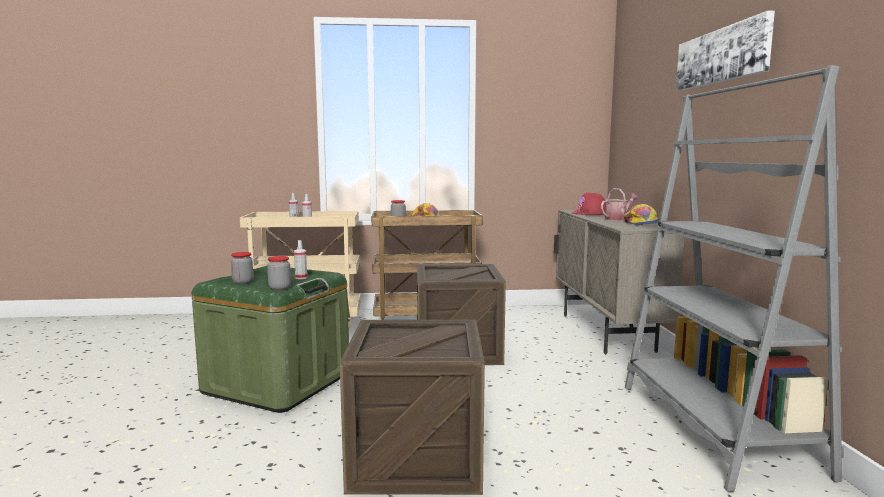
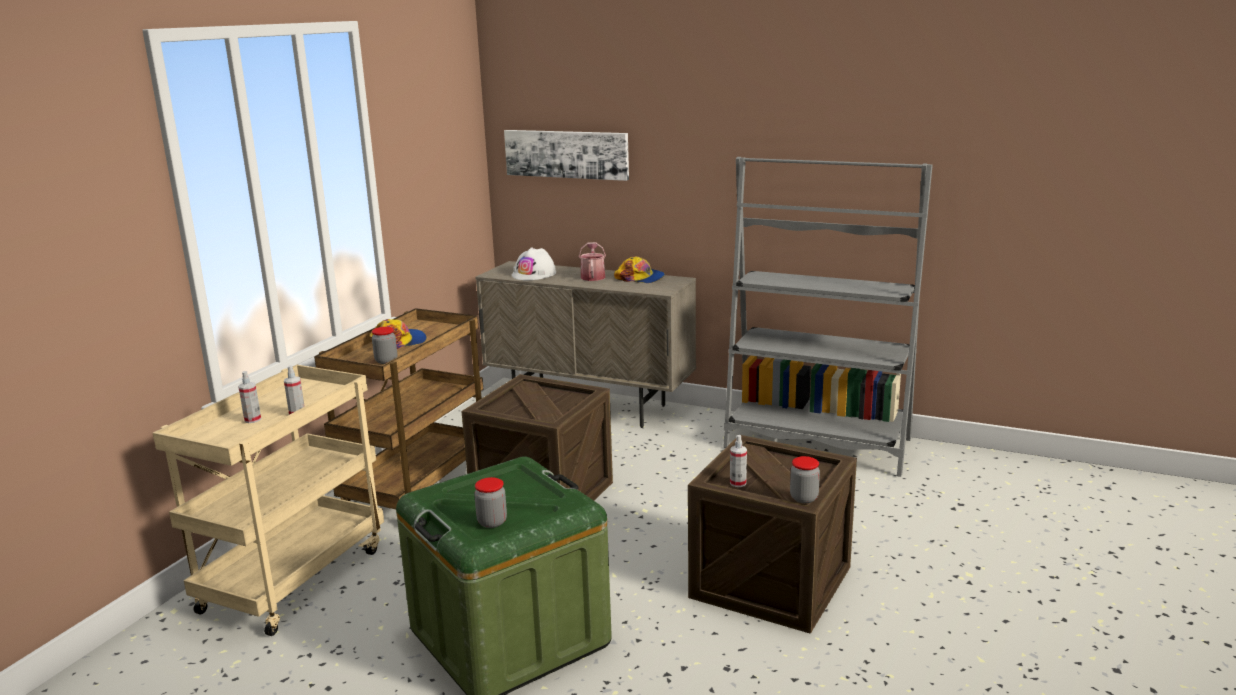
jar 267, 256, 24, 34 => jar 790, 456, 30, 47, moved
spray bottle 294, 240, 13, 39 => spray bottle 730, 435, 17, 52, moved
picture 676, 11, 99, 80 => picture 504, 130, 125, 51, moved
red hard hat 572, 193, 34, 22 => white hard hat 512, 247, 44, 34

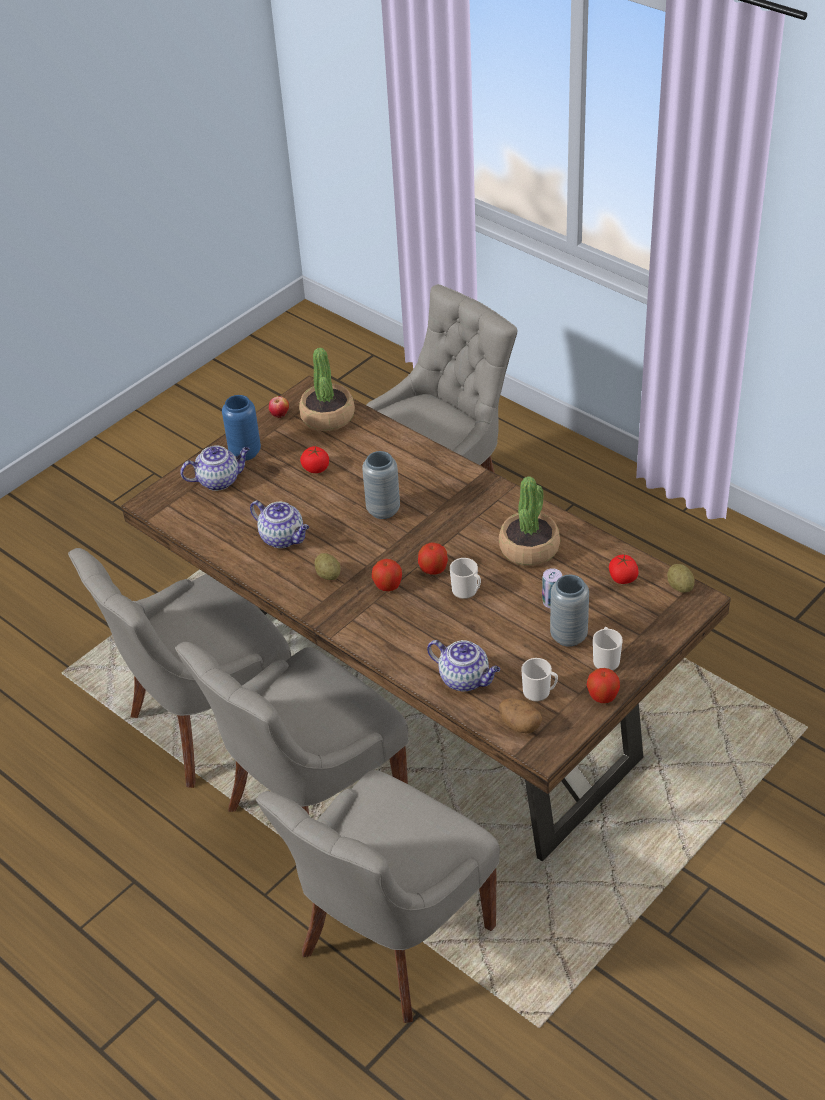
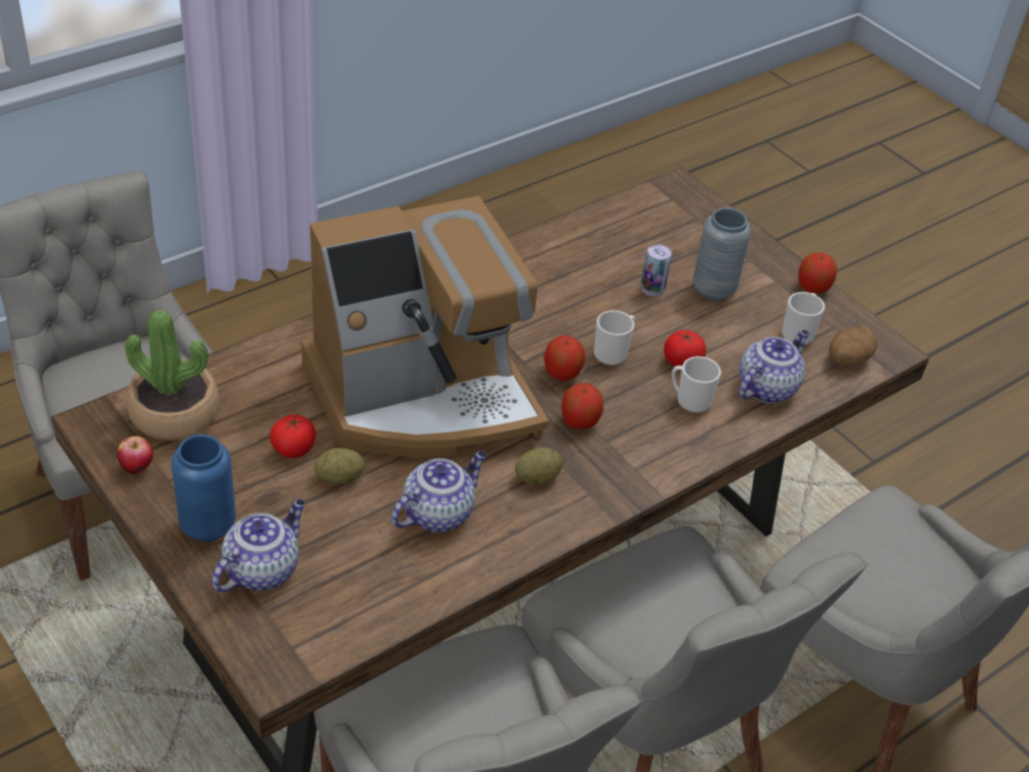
potted plant 499, 476, 61, 90 => nothing
mug 593, 627, 30, 44 => mug 672, 356, 49, 57, moved
tomato 609, 555, 29, 29 => tomato 664, 330, 42, 36, moved
potato 667, 564, 28, 29 => potato 314, 448, 51, 37, moved
grey vase 362, 451, 38, 68 => coffee machine 301, 196, 248, 262
teapot 180, 445, 70, 46 => teapot 212, 499, 94, 93, 45 degrees clockwise

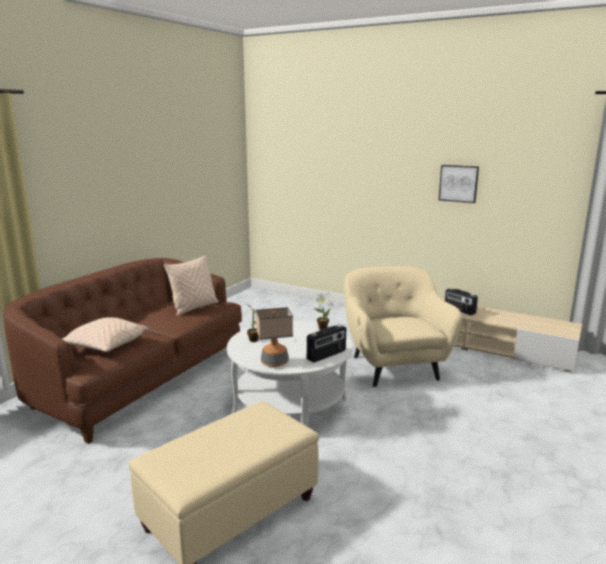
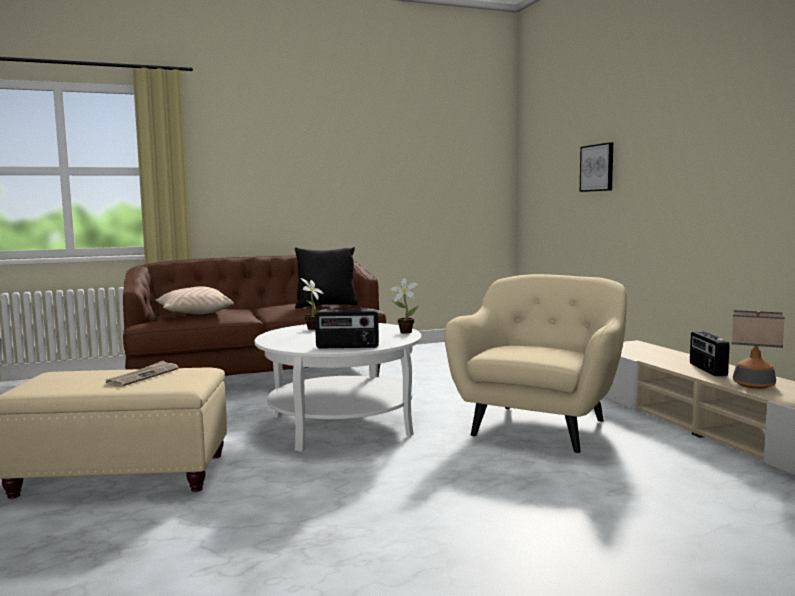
nothing => newspaper 106, 360, 73, 27
table lamp 256, 307, 37, 60 => table lamp 731, 310, 54, 79, moved
picture 439, 165, 40, 38 => picture 580, 142, 33, 50, moved
beige pillow 164, 255, 55, 62 => black pillow 295, 247, 63, 61

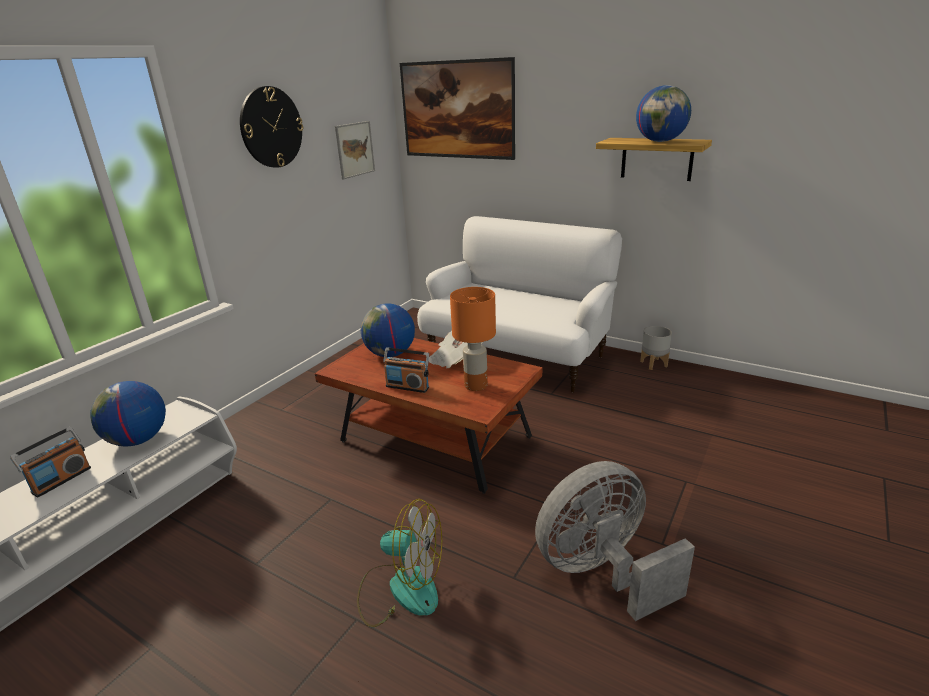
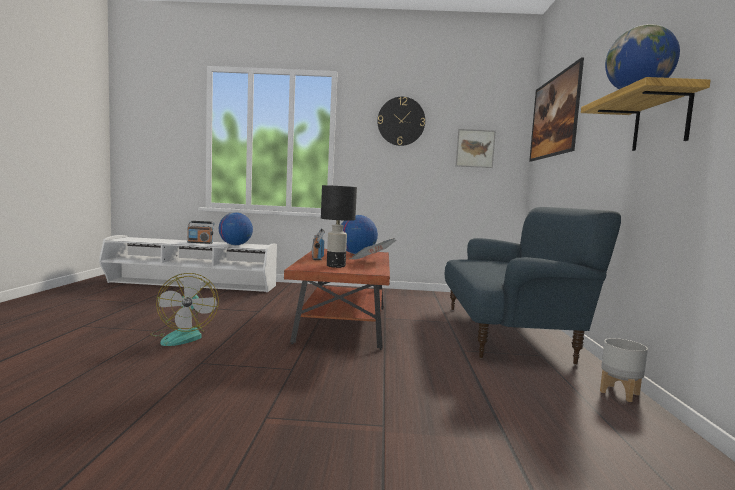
grey fan 535, 461, 160, 160 => nothing
white sofa 417, 216, 205, 176 => blue sofa 444, 207, 177, 158
orange table lamp 450, 287, 46, 104 => black table lamp 321, 185, 36, 83

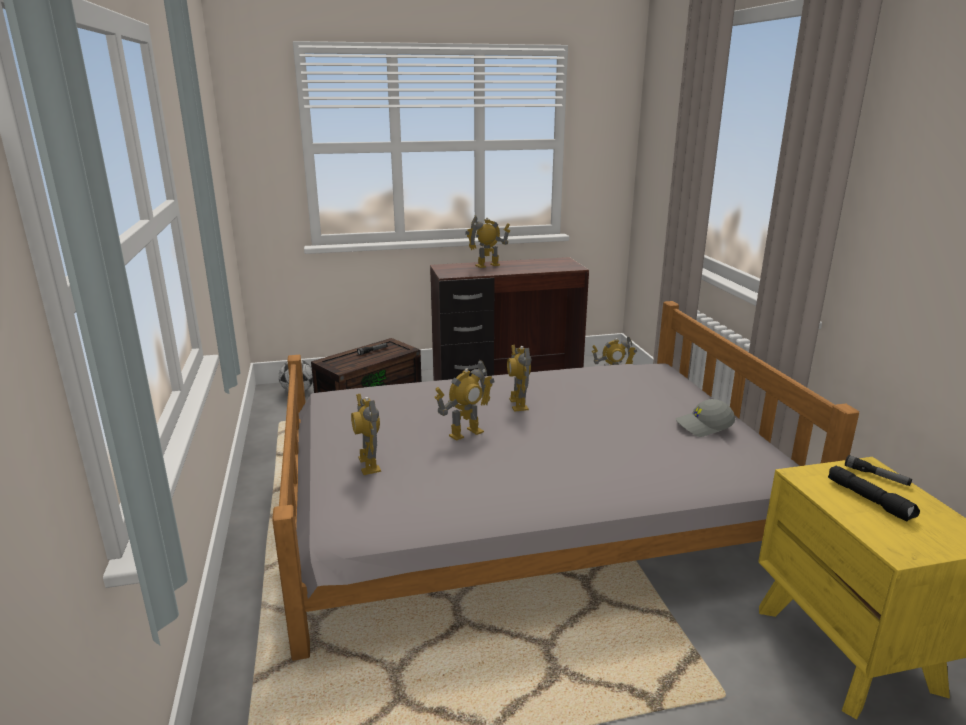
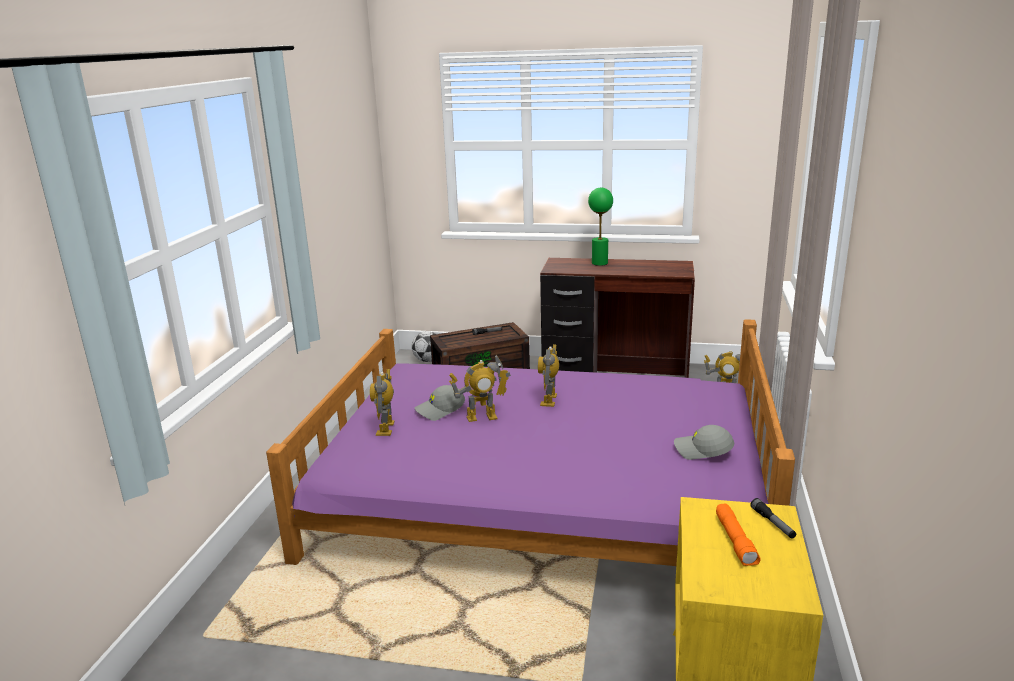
nothing => grey cap 415, 385, 50, 36
toy robot 465, 215, 46, 53 => green table lamp 588, 188, 25, 78
grey bed 272, 301, 587, 360 => purple bed 266, 319, 529, 247
black flashlight 828, 466, 92, 55 => orange flashlight 716, 504, 45, 62

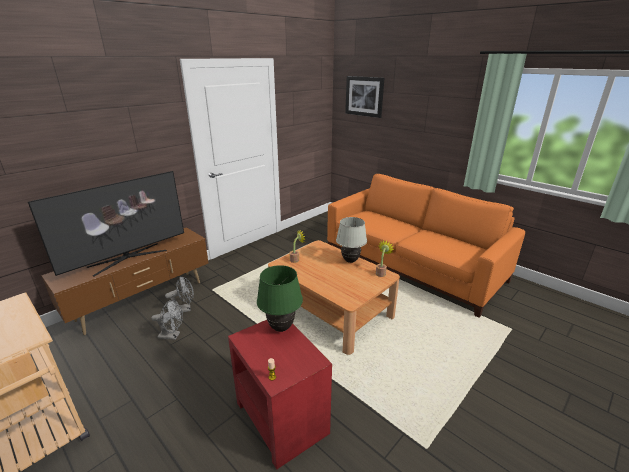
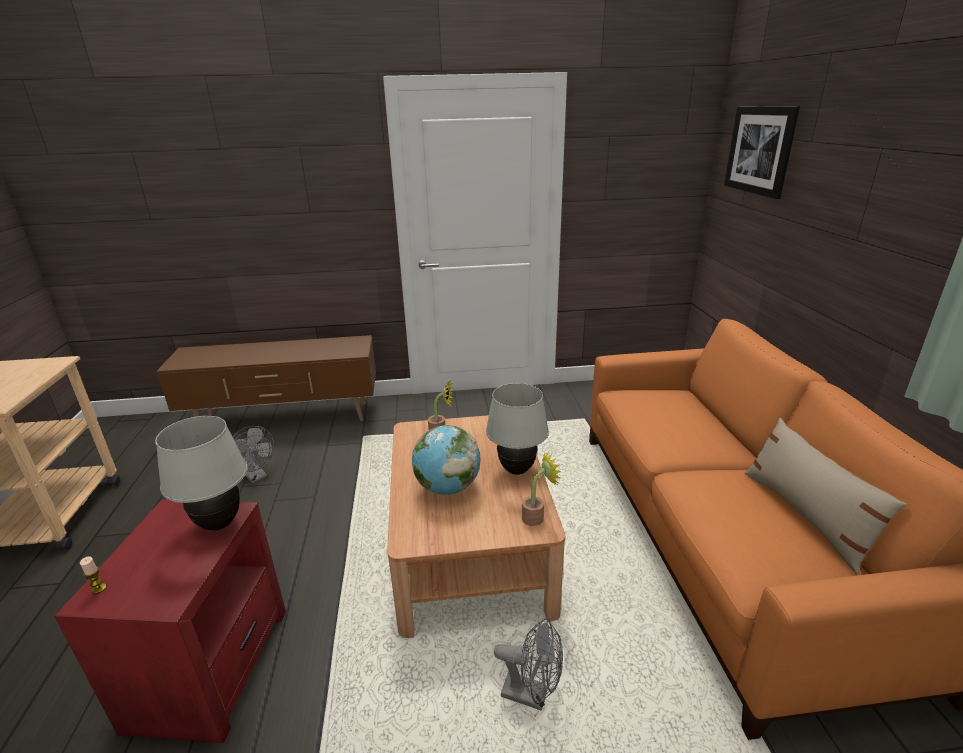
television 28, 171, 156, 106 => nothing
nothing => globe 412, 425, 68, 70
nothing => beige pillow 744, 418, 163, 156
grey fan 165, 276, 29, 37 => grey fan 494, 618, 69, 93, moved
green table lamp 257, 265, 46, 67 => white table lamp 155, 416, 93, 115

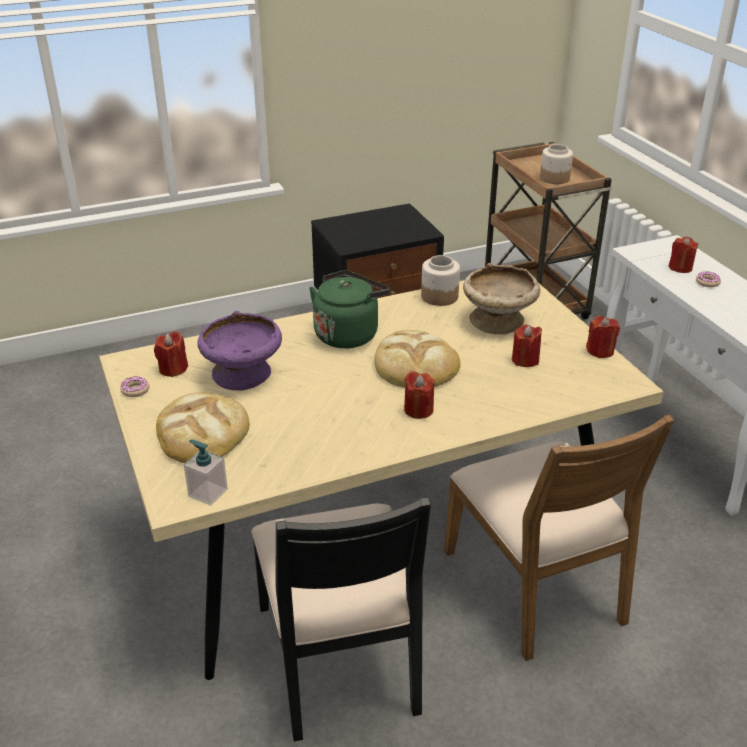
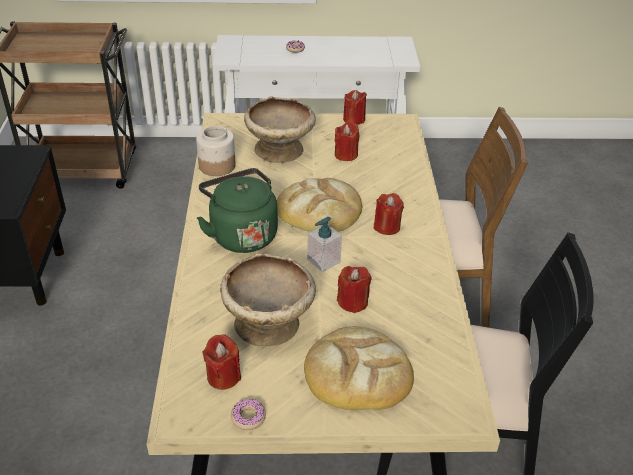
jar 540, 144, 33, 40 => nothing
soap dispenser 184, 439, 44, 67 => soap dispenser 307, 217, 35, 55, moved
red candle 669, 236, 30, 37 => red candle 337, 266, 34, 47, moved
purple bowl 197, 311, 85, 80 => beige bowl 220, 253, 96, 94

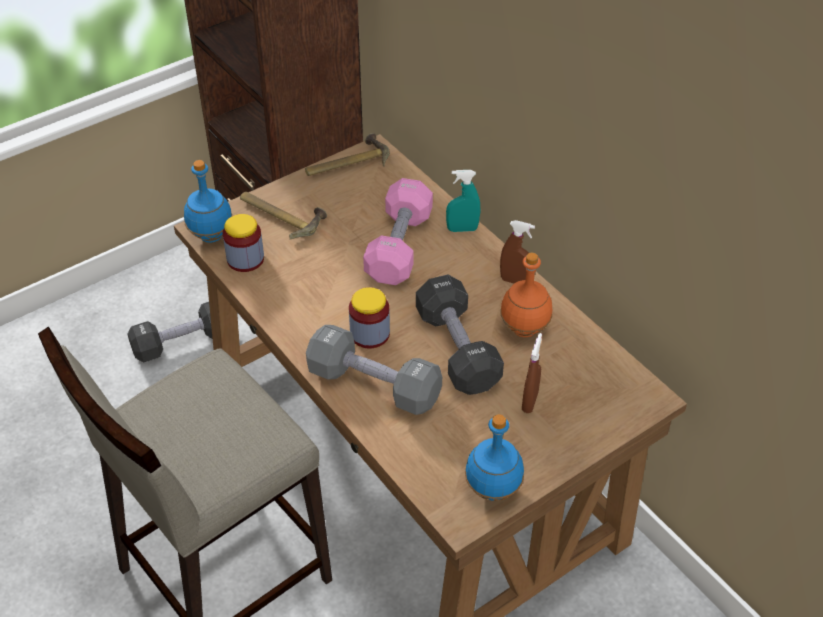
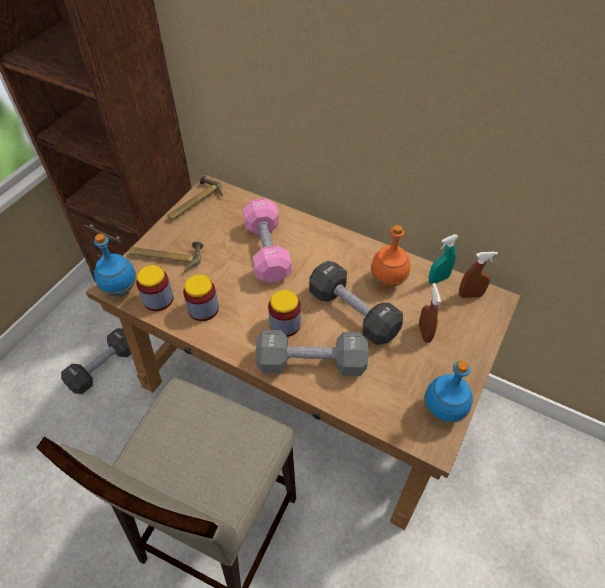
nothing => jar 183, 275, 36, 46
turquoise spray bottle 446, 170, 34, 62 => turquoise spray bottle 429, 234, 30, 50, moved
brown spray bottle 500, 220, 35, 63 => brown spray bottle 459, 252, 39, 46, moved

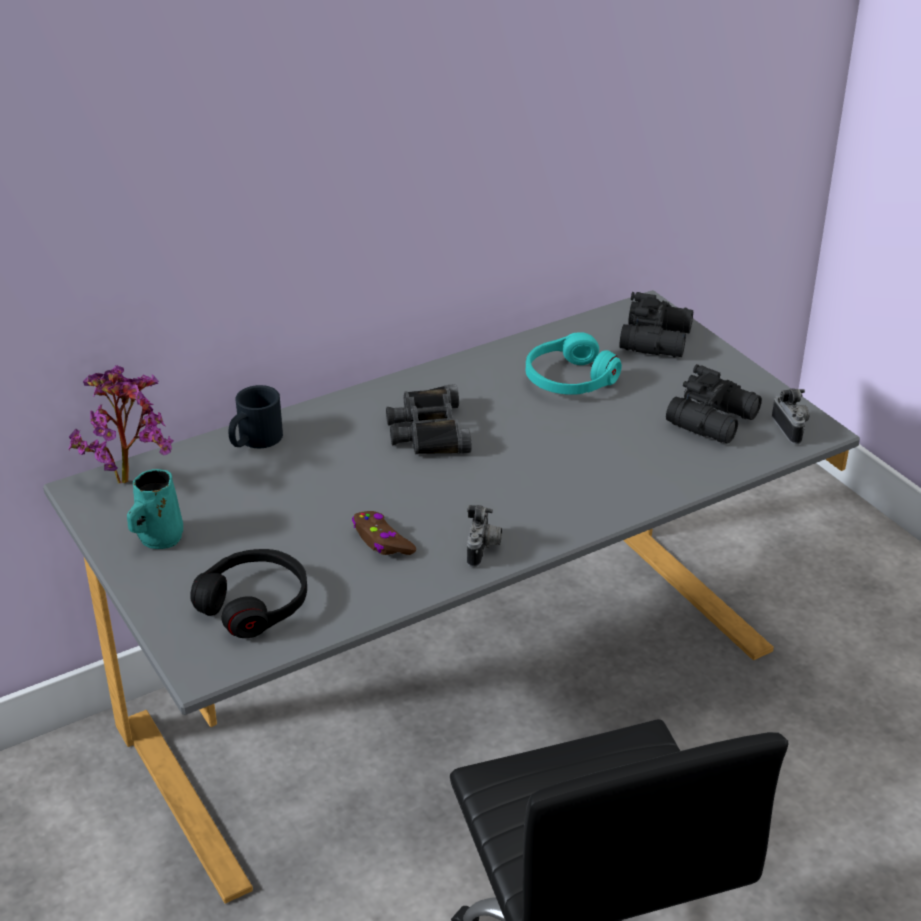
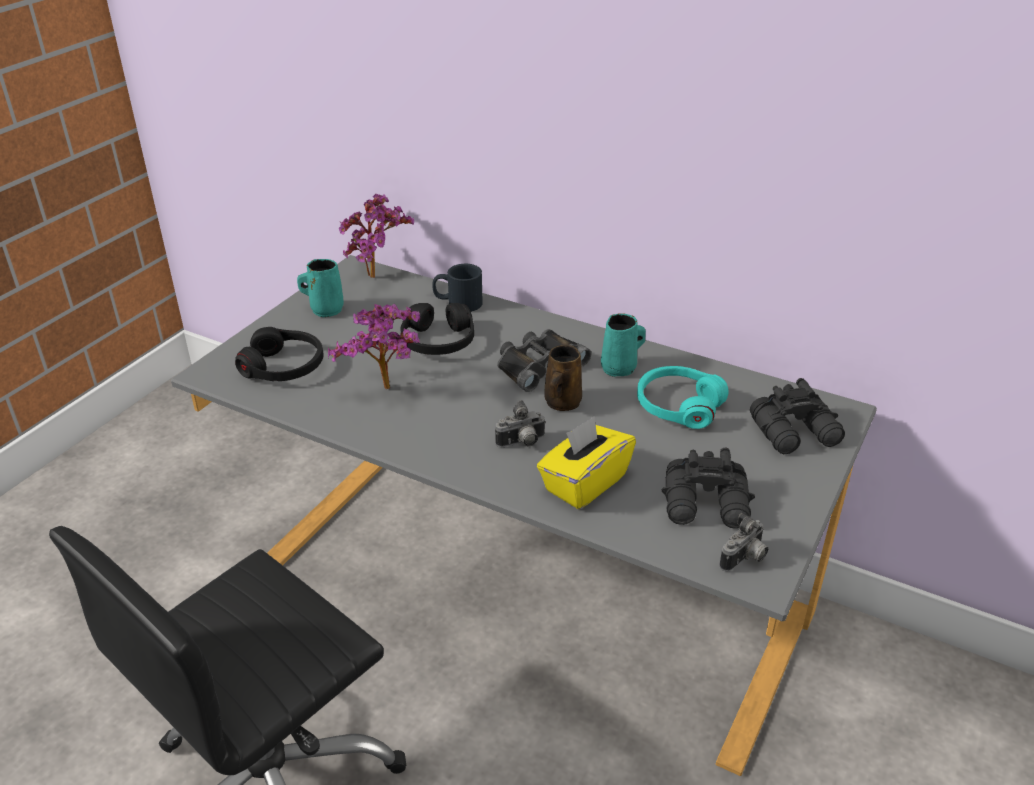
nothing => black headphones 400, 303, 74, 52
nothing => yellow tissue box 537, 416, 99, 93
nothing => brown mug 544, 345, 38, 66
nothing => turquoise mug 601, 313, 45, 64
photo camera 467, 505, 35, 62 => photo camera 495, 400, 51, 47, moved
brown game controller 352, 511, 64, 44 => potted plant 328, 304, 92, 85

